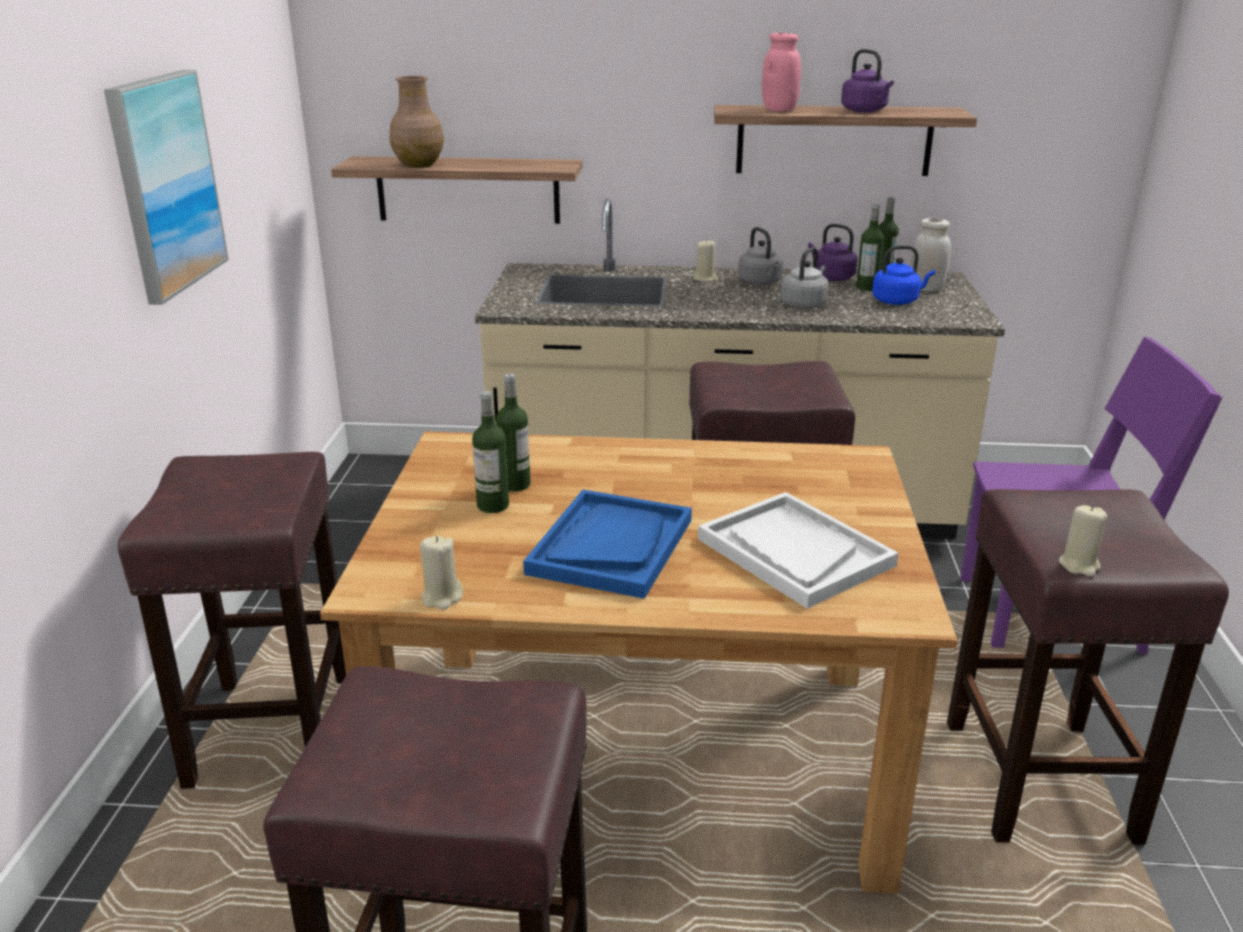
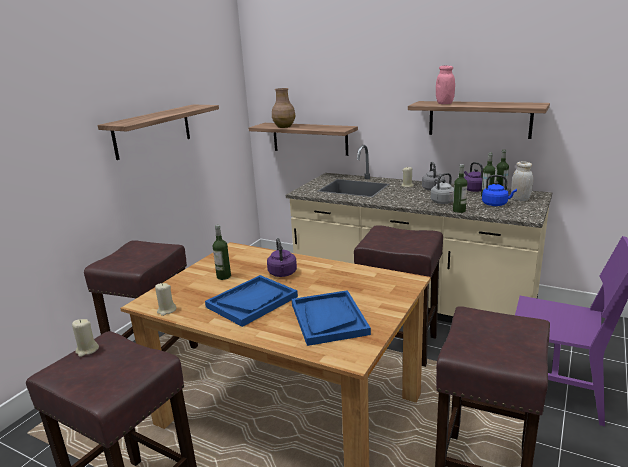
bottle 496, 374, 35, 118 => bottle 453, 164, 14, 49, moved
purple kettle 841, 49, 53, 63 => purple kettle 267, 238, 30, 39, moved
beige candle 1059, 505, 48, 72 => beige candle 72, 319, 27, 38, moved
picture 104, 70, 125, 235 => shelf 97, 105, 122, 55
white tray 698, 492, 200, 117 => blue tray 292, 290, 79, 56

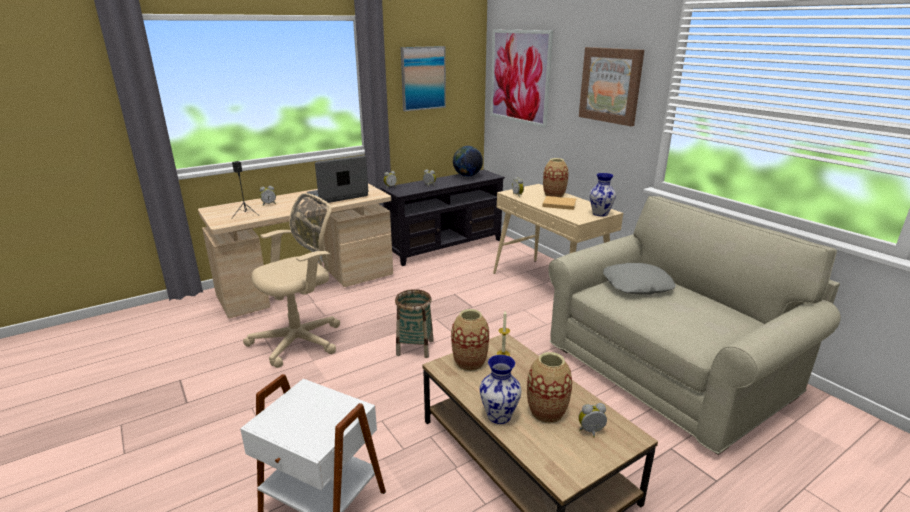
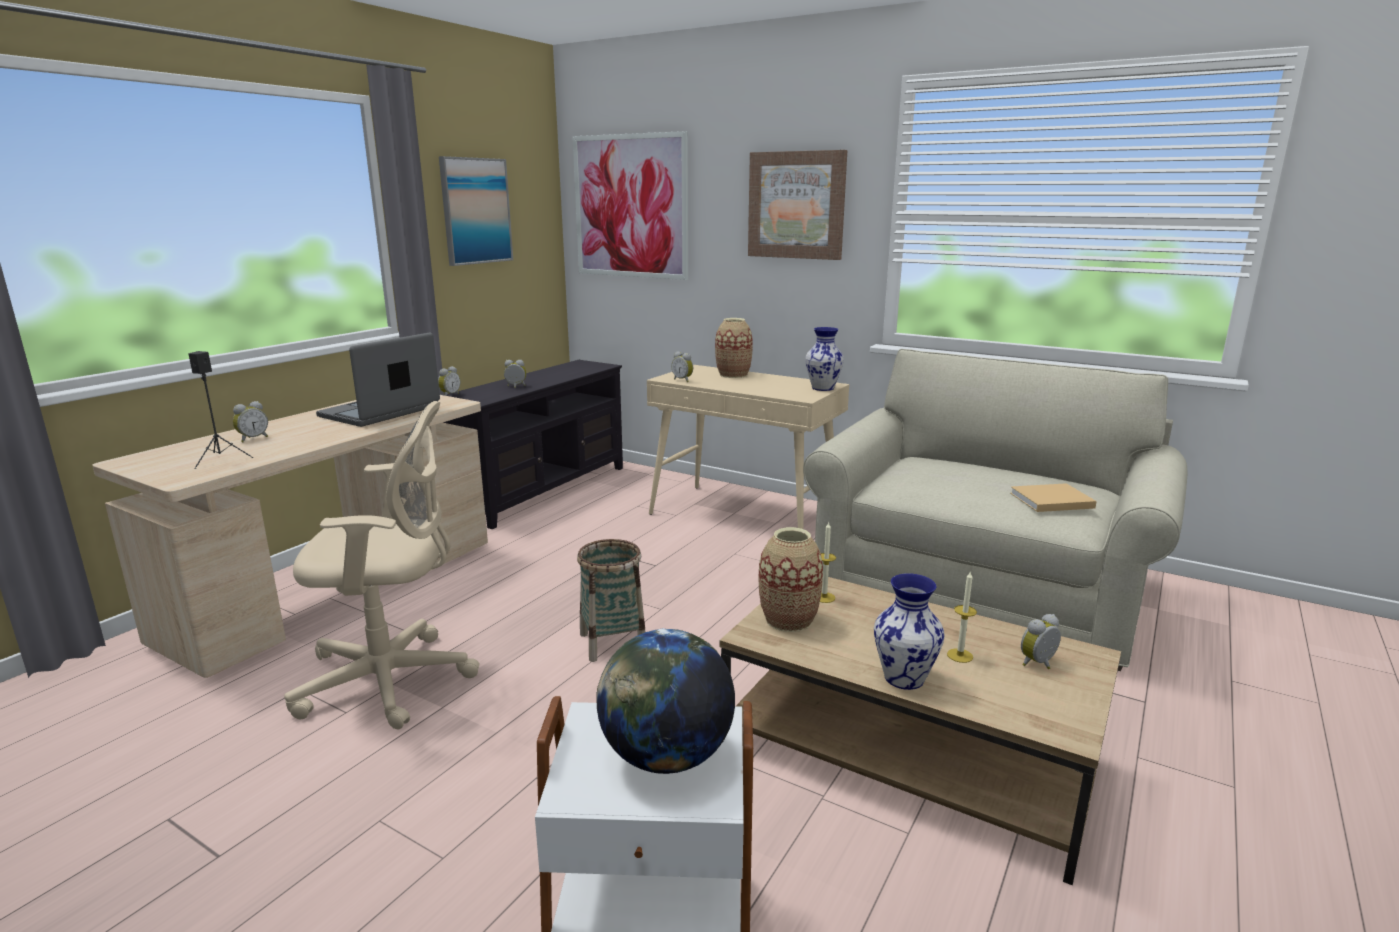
grey pillow 603, 263, 73, 31 => nothing
globe 453, 146, 30, 31 => globe 596, 628, 139, 146, moved
beige book 542, 196, 34, 14 => beige book 1010, 483, 87, 29, moved
vase 527, 352, 45, 72 => candle 947, 572, 30, 91
beige office chair 243, 193, 97, 175 => beige office chair 284, 401, 195, 328, 60 degrees clockwise

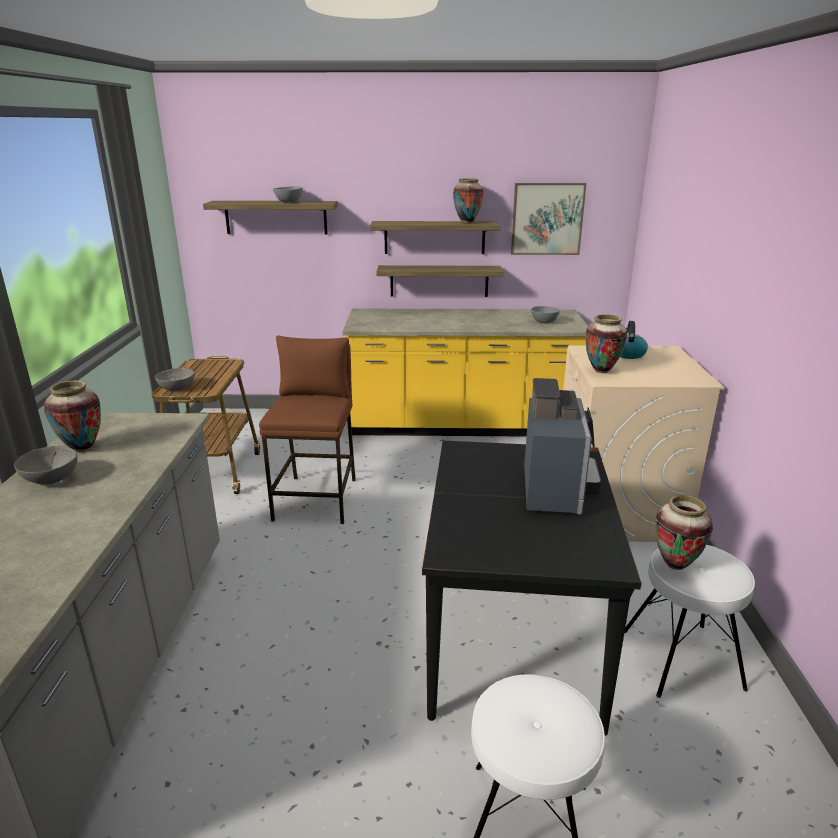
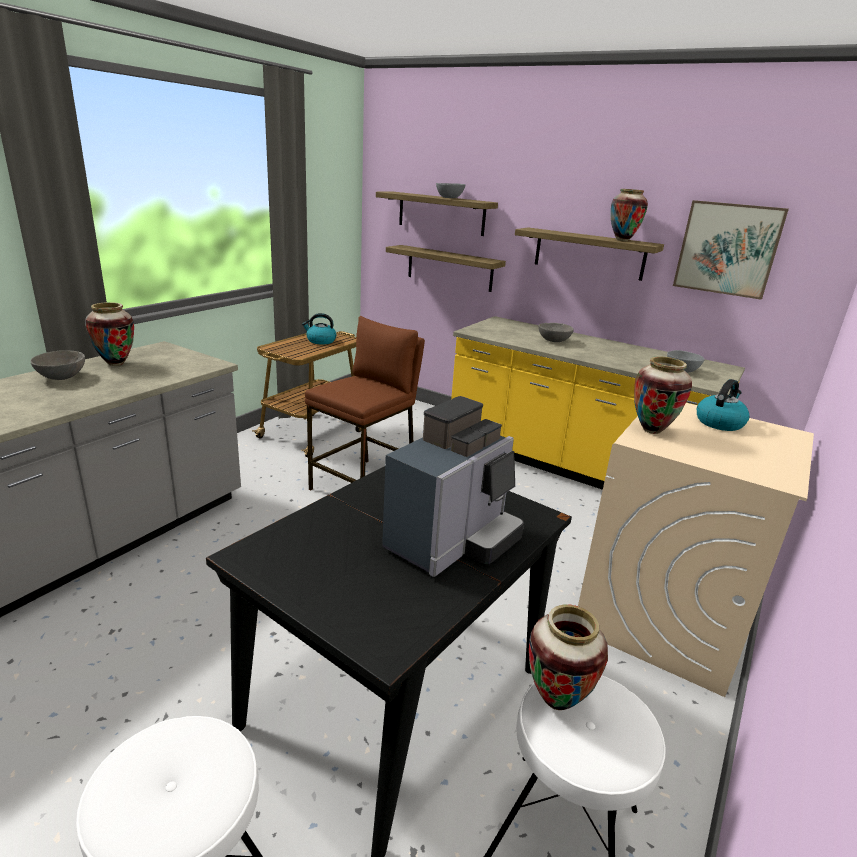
nothing => kettle 302, 313, 34, 32
grey bowl 155, 368, 40, 23 => grey bowl 538, 323, 36, 19, moved
shelf 376, 265, 127, 32 => shelf 386, 245, 120, 47, moved

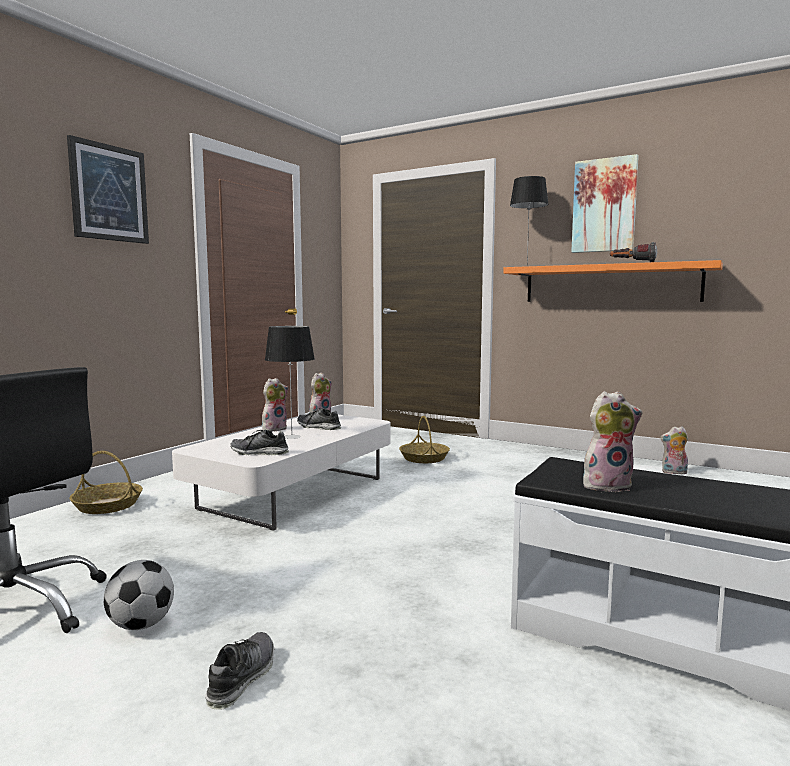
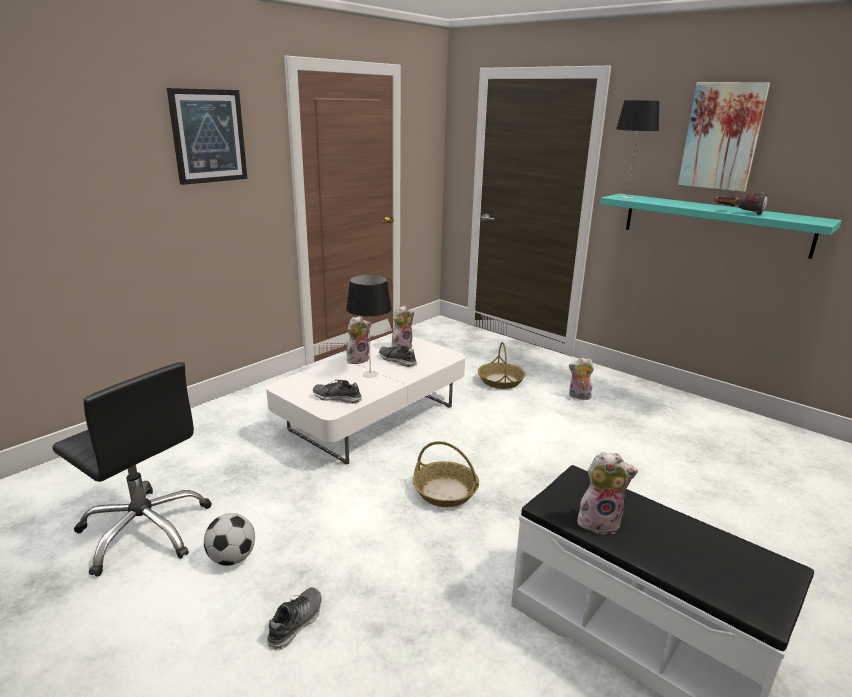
basket 69, 451, 74, 63 => basket 413, 441, 66, 66, moved
plush toy 660, 426, 28, 48 => plush toy 569, 358, 25, 42, moved
orange shelf 503, 260, 220, 42 => turquoise shelf 600, 193, 242, 66

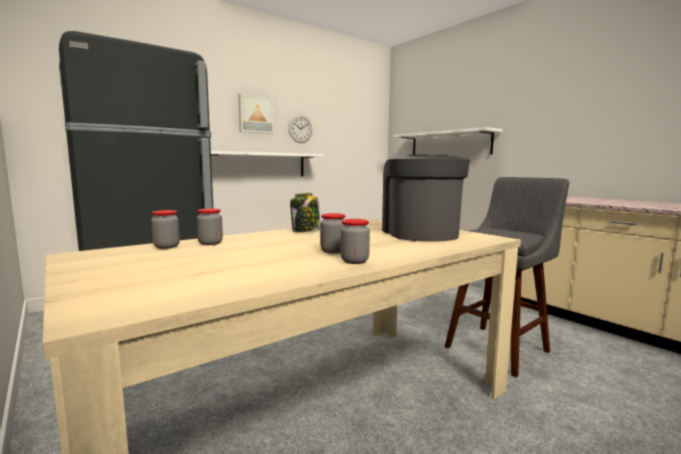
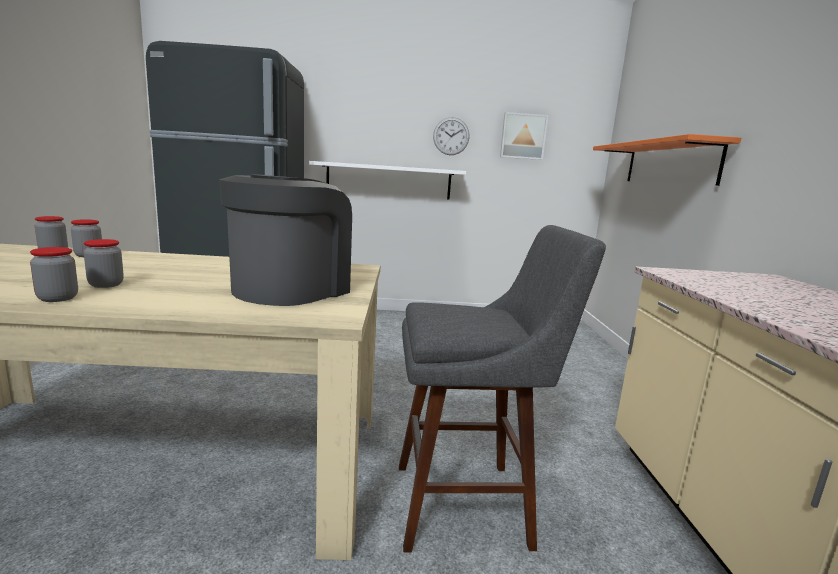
jar 290, 193, 30, 39 => nothing
picture 238, 94, 36, 40 => picture 500, 112, 48, 48, moved
white shelf 393, 127, 110, 28 => orange shelf 593, 134, 148, 52

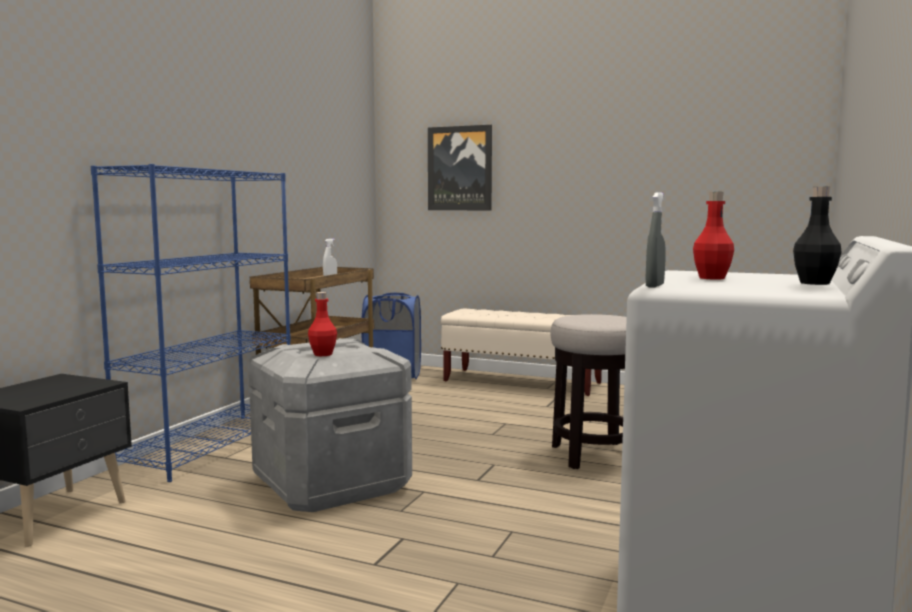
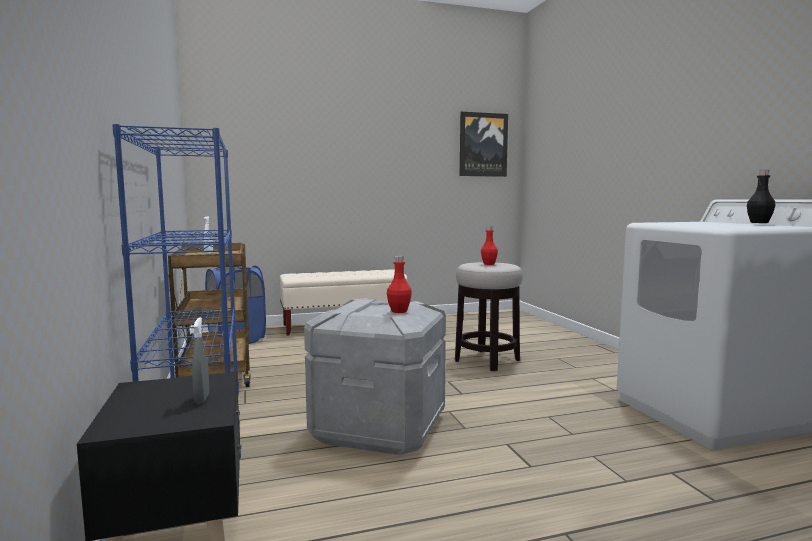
picture 428, 125, 64, 85 => picture 460, 112, 48, 65, moved
grey spray bottle 646, 192, 20, 96 => grey spray bottle 192, 317, 17, 87, moved
red bottle 693, 192, 41, 88 => red bottle 481, 226, 17, 39, moved

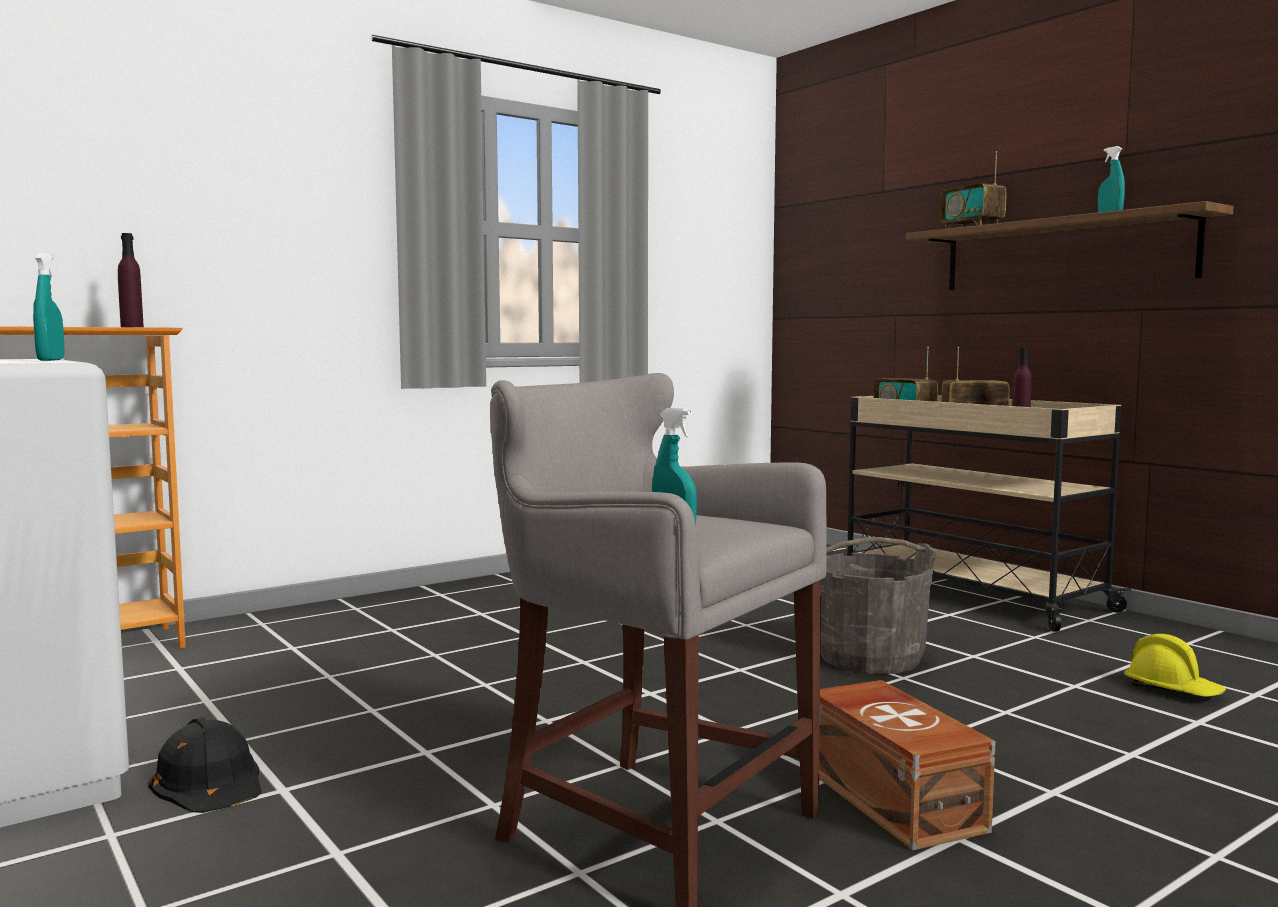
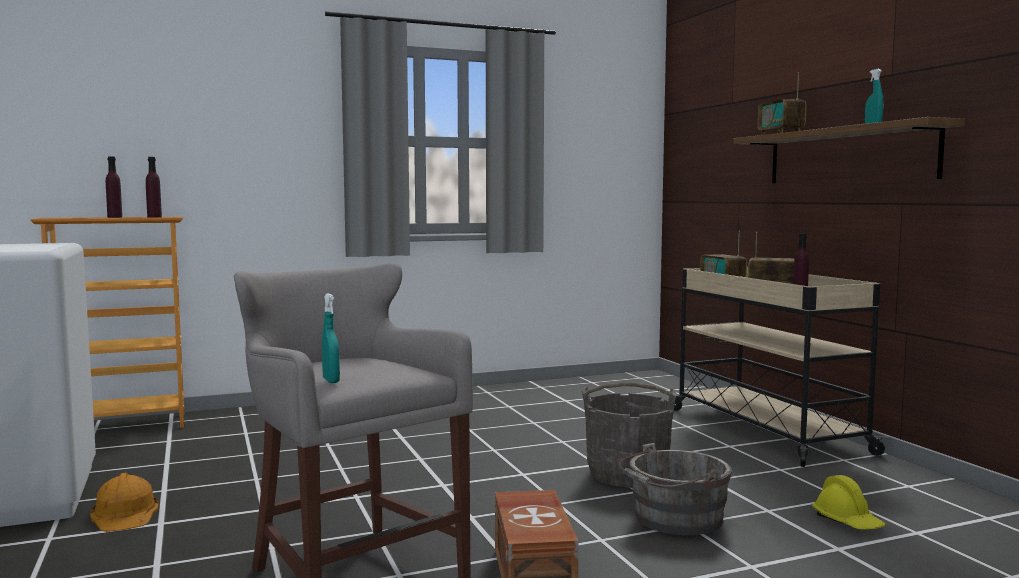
turquoise spray bottle 33, 253, 32, 108 => nothing
nothing => purple bottle 106, 157, 16, 61
nothing => grey bucket 618, 443, 114, 92
black hard hat 148, 717, 114, 96 => orange hard hat 90, 473, 69, 59

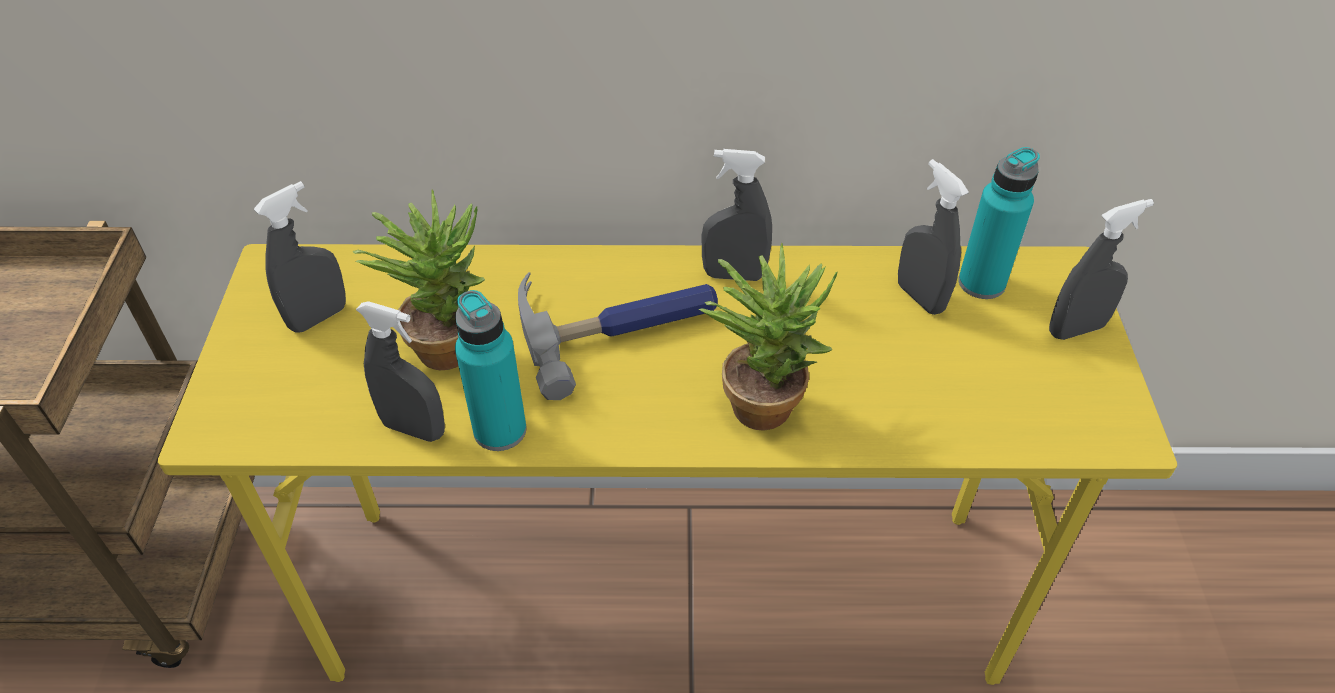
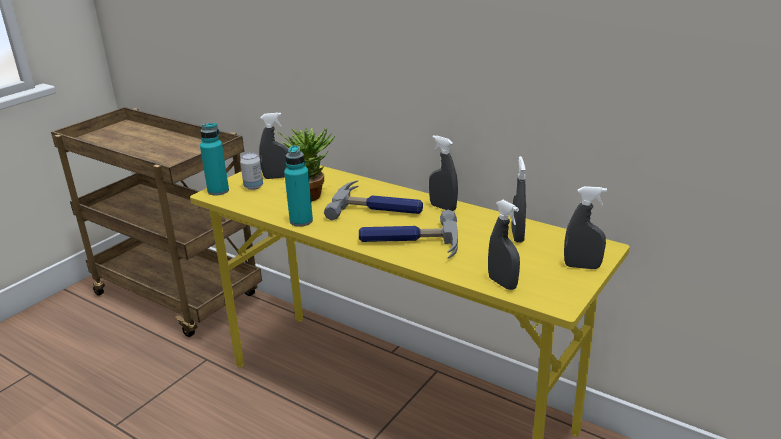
nothing => can 240, 153, 23, 37
grey spray bottle 356, 301, 89, 141 => grey spray bottle 488, 200, 32, 90, moved
turquoise bottle 958, 147, 82, 152 => turquoise bottle 200, 123, 29, 72, moved
potted plant 698, 242, 140, 189 => hammer 359, 210, 99, 49

